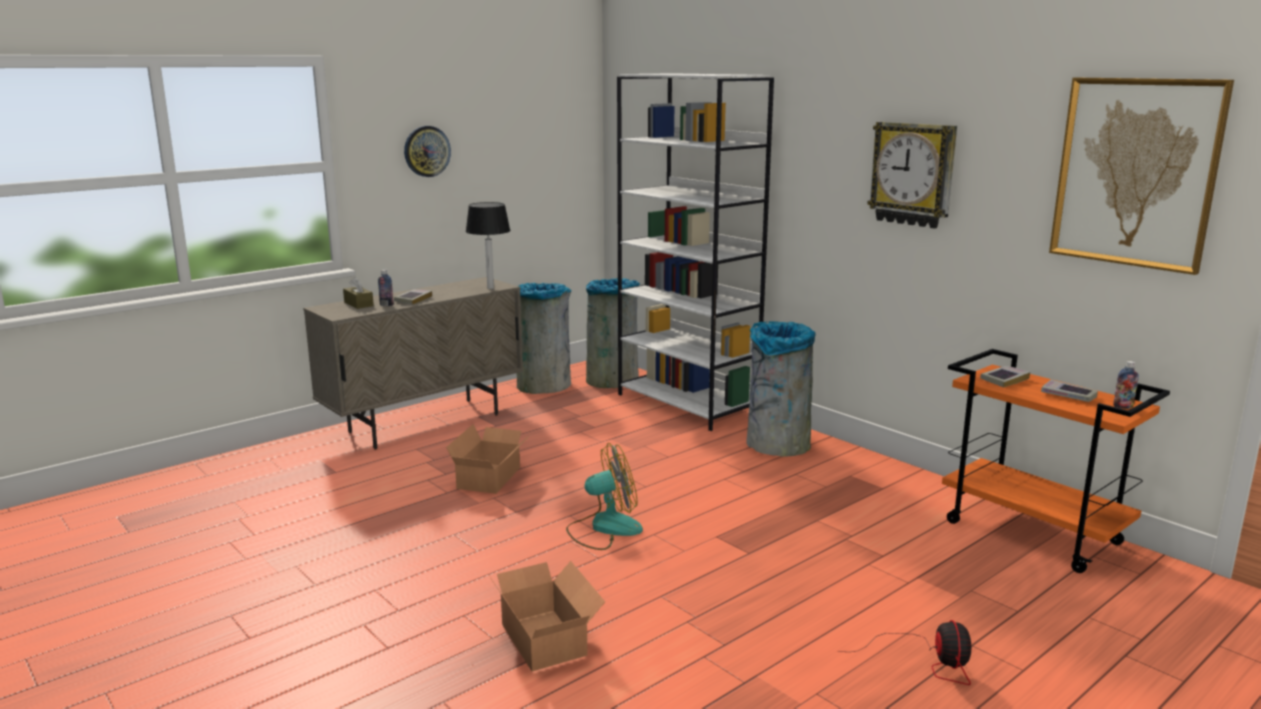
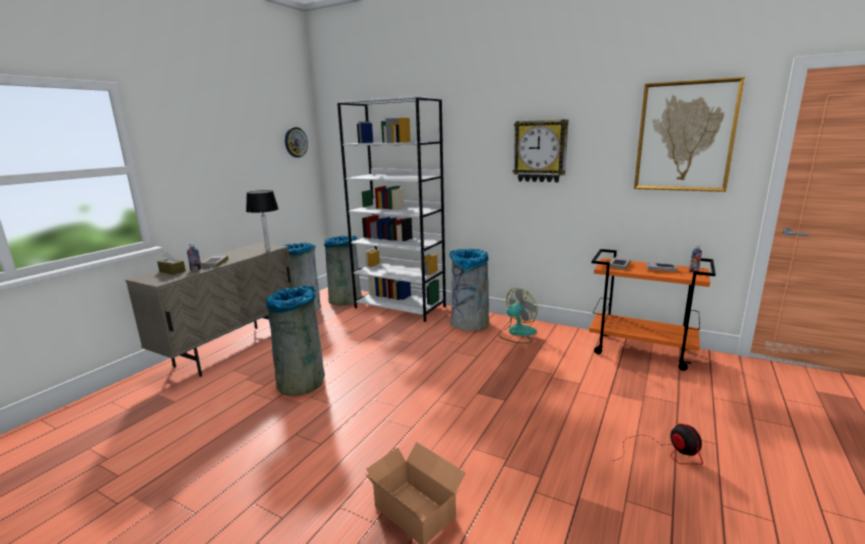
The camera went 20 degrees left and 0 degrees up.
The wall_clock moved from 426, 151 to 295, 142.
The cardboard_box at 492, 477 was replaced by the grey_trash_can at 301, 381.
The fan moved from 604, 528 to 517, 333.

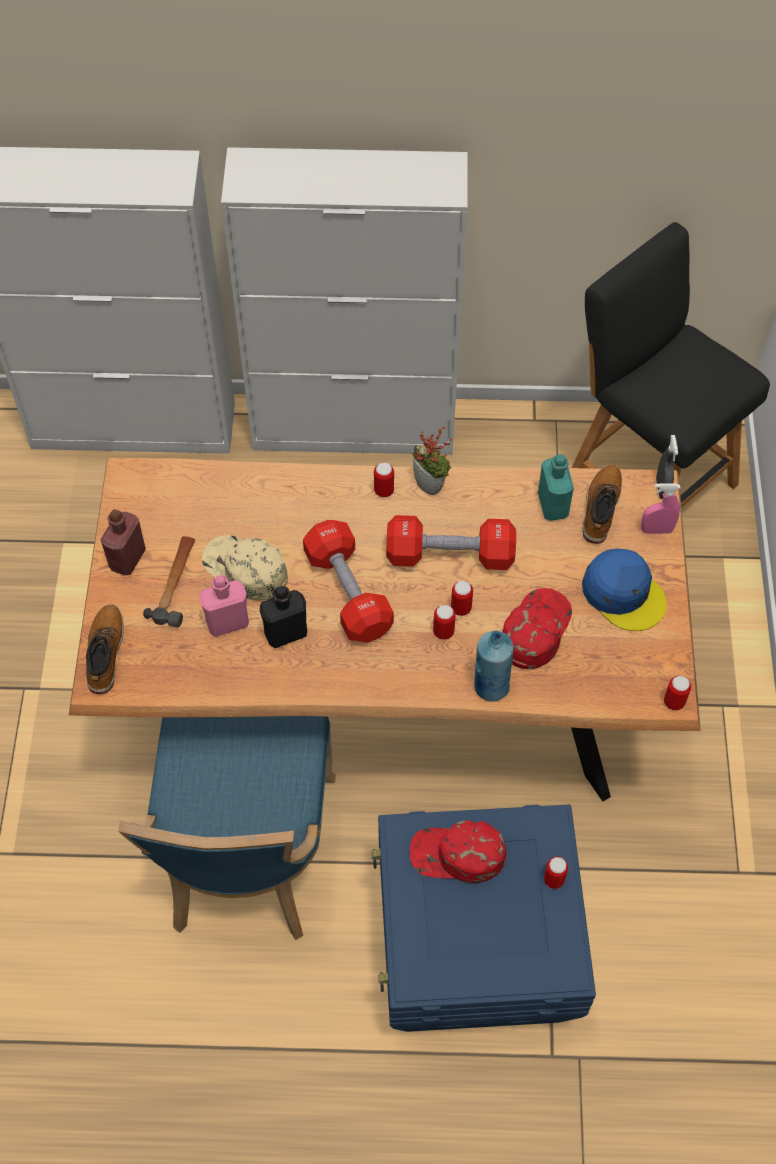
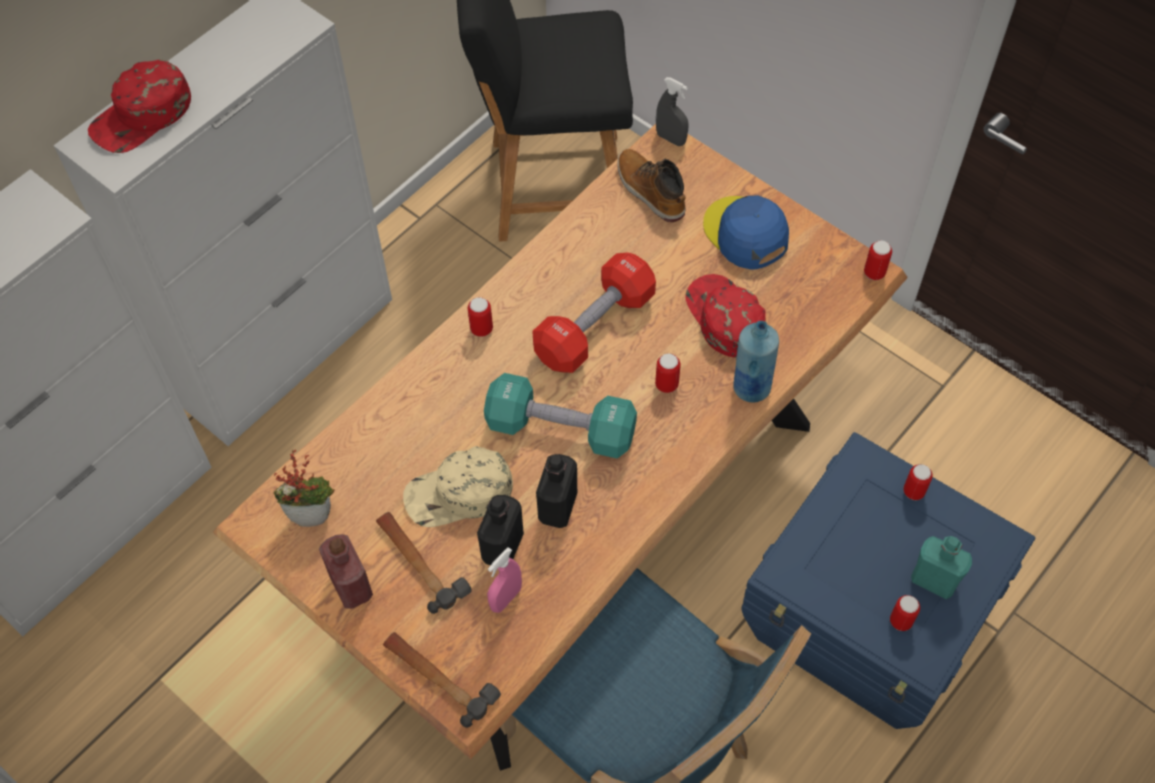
The camera went 50 degrees left and 0 degrees up.
The potted_plant moved from 431, 485 to 313, 514.
The turquoise_bottle moved from 552, 505 to 933, 580.
The pink_spray_bottle moved from 656, 530 to 506, 598.
The red_dumbbell at 348, 592 became the turquoise_dumbbell at 560, 428.
The blue_cap at 623, 593 turned 120 degrees counterclockwise.
The pink_bottle at 227, 623 became the black_bottle at 502, 547.
The can moved from 461, 608 to 900, 621.
The boot at 104, 653 was replaced by the hammer at 438, 676.
The red_cap moved from 457, 855 to 142, 116.

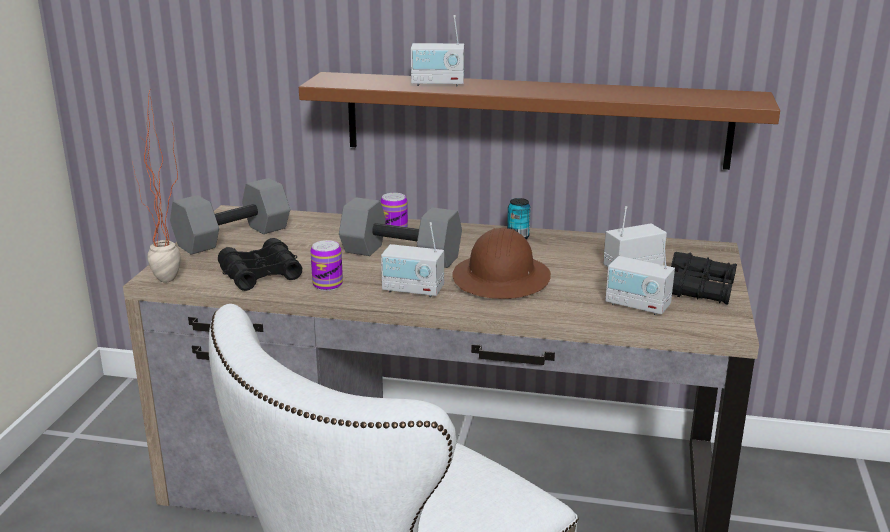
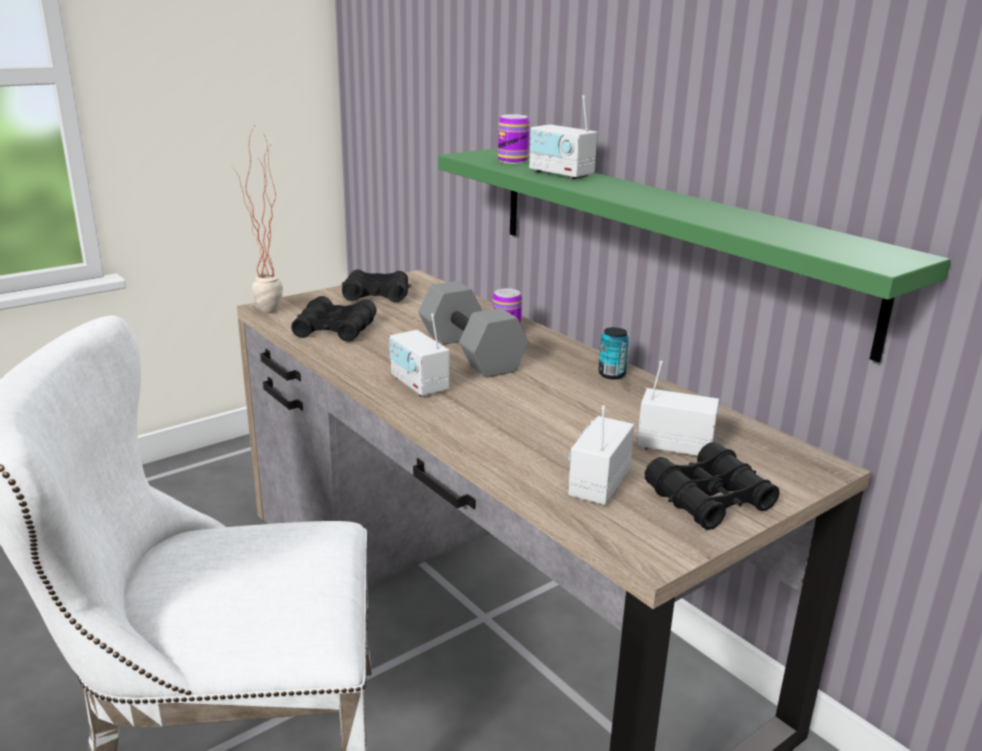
The camera went 40 degrees right and 0 degrees up.
The brown_shelf at 534, 119 became the green_shelf at 665, 239.
The grey_dumbbell at 233, 236 was replaced by the black_binoculars at 376, 295.
The brown_hard_hat at 501, 279 disappeared.
The radio at 637, 305 turned 45 degrees clockwise.
The can moved from 327, 285 to 512, 161.

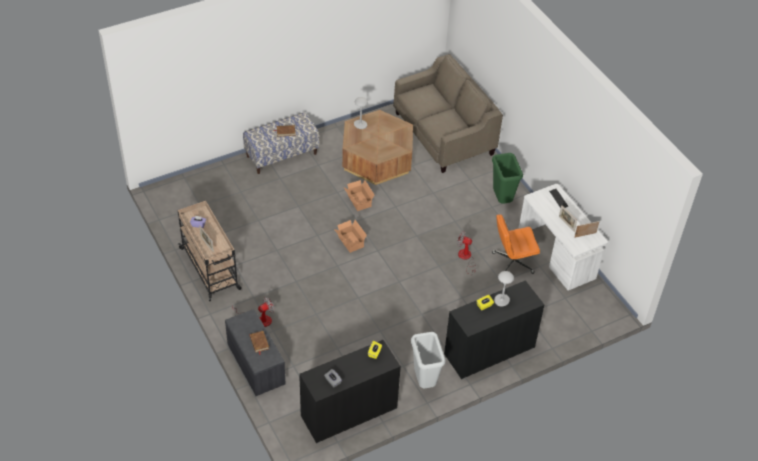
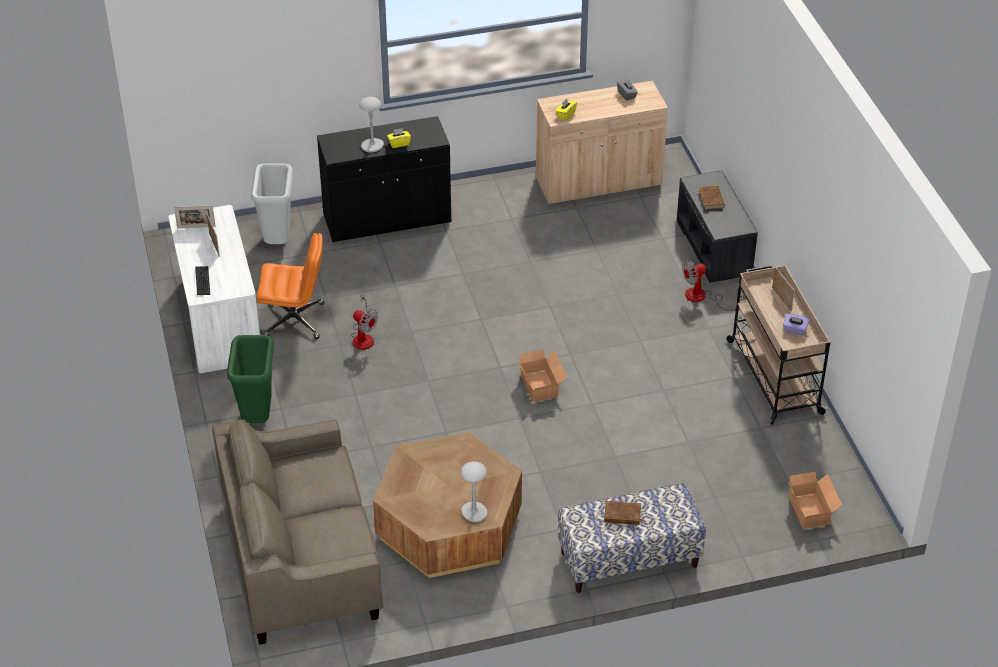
The camera went 165 degrees left and 5 degrees down.
The cardboard_box moved from 358, 202 to 810, 510.
The grey_trash_can moved from 425, 382 to 277, 241.
The black_cabinet at 348, 412 became the beige_cabinet at 598, 182.

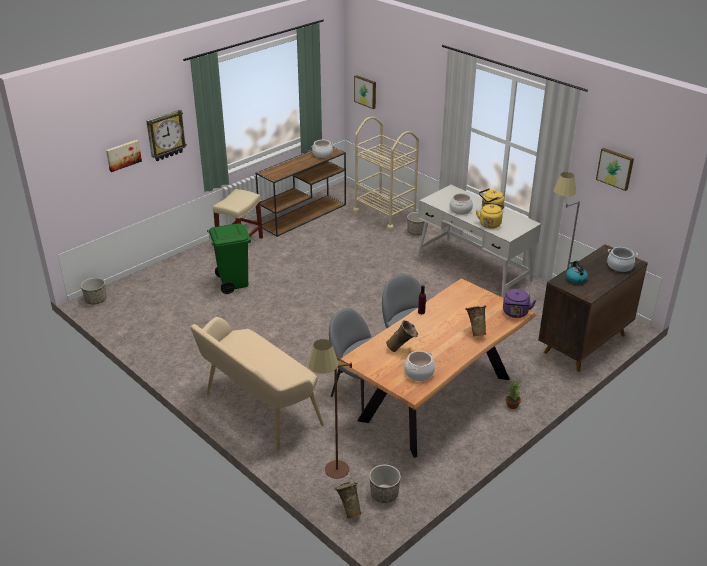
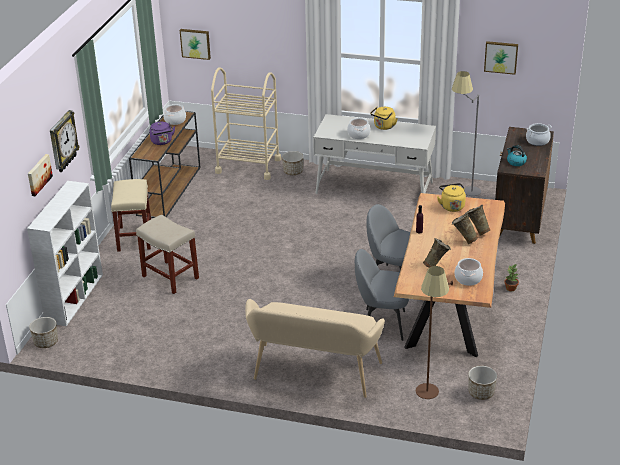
The camera went 30 degrees left and 0 degrees up.
The yellow_kettle moved from 490, 223 to 451, 206.
The green_trash_can at 233, 283 was replaced by the beige_stool at 169, 277.
The purple_kettle moved from 515, 313 to 162, 142.
The beige_vase moved from 349, 510 to 463, 240.
The white_bookcase at 75, 297 appeared.

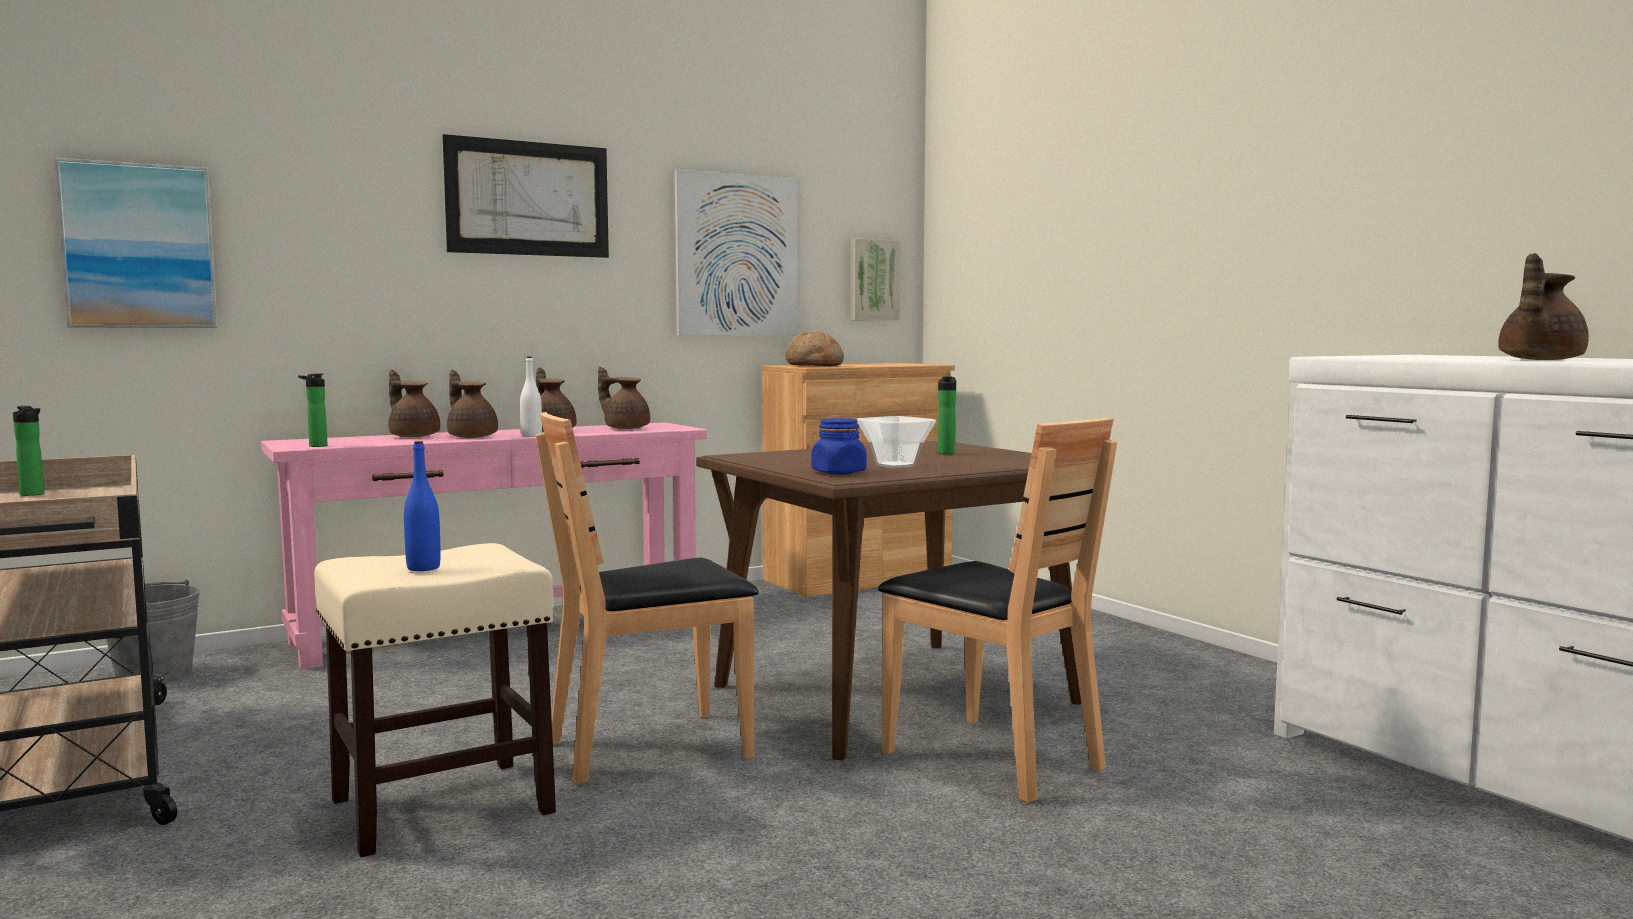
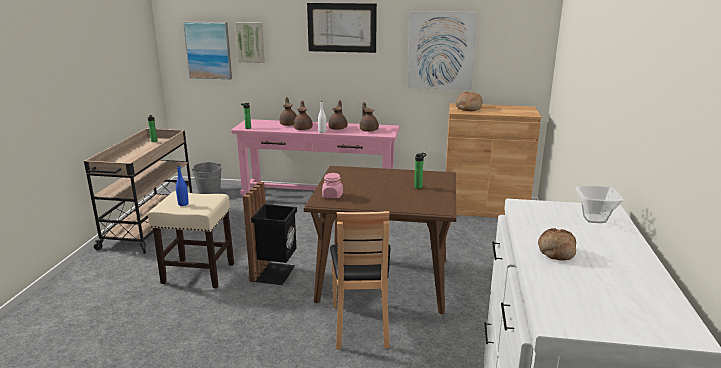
The camera went 40 degrees right and 15 degrees up.
The picture moved from 873, 280 to 250, 42.
The brown_teapot at 1538, 360 was replaced by the bread at 555, 251.
The brown_chair at 651, 748 was replaced by the black_trash_can at 275, 273.
The bowl moved from 896, 465 to 595, 218.
The blue_jar at 839, 472 became the pink_jar at 332, 195.

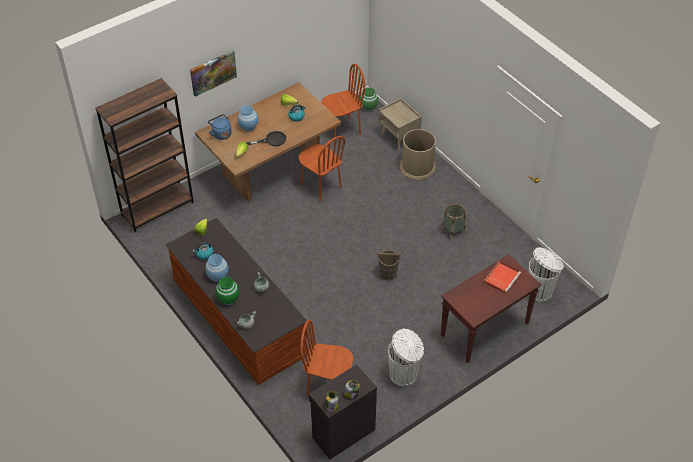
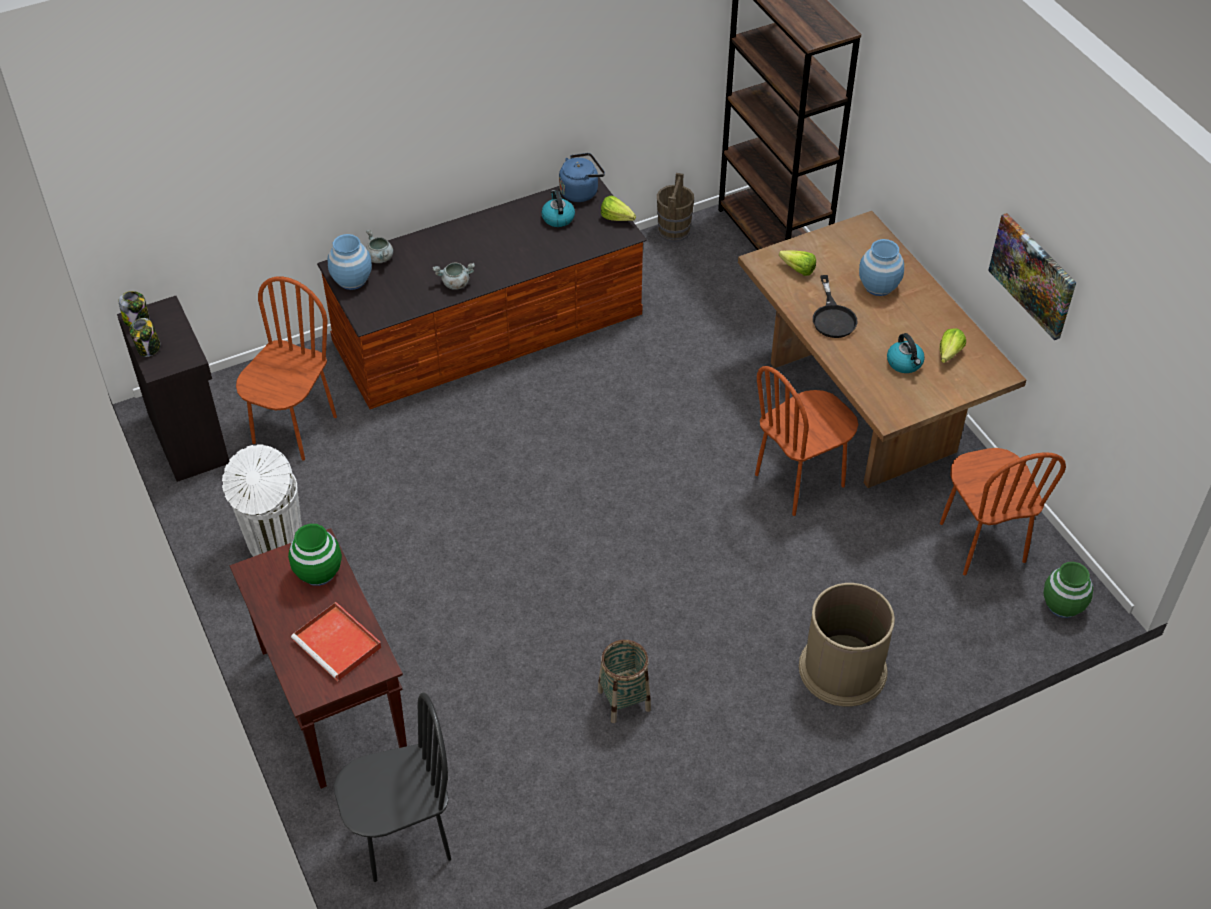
The camera went 100 degrees right and 0 degrees up.
The picture moved from 213, 72 to 1033, 275.
The beige_nightstand at 399, 138 disappeared.
The blue_kettle moved from 221, 134 to 581, 191.
The white_trash_can at 540, 290 was replaced by the black_chair at 403, 838.
The brown_bucket moved from 388, 273 to 674, 231.
The blue_vase moved from 217, 276 to 352, 280.
The green_vase moved from 228, 298 to 318, 572.

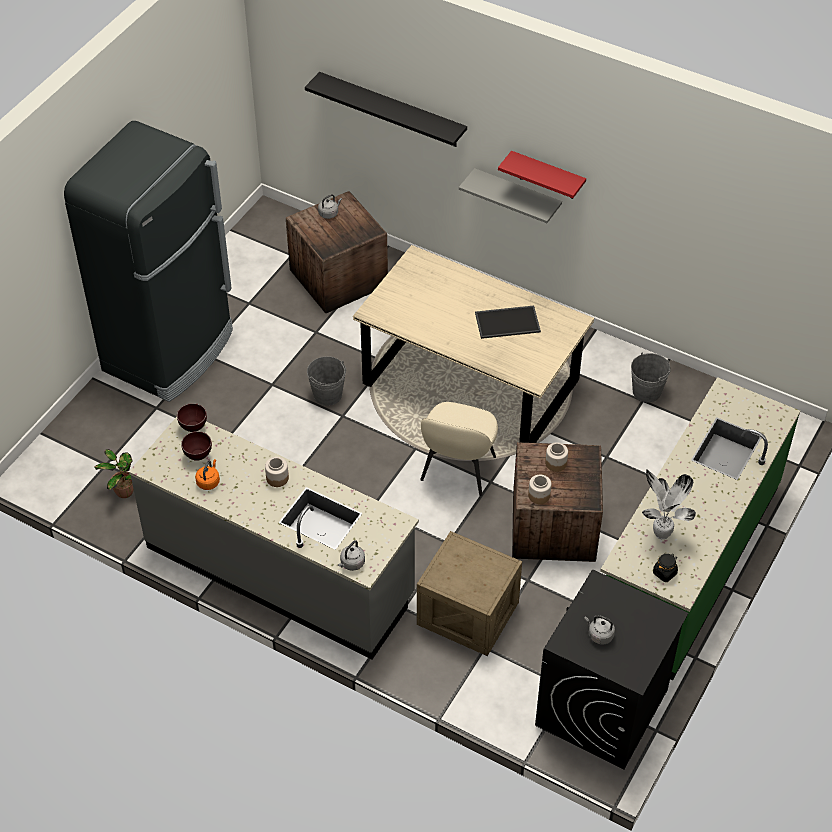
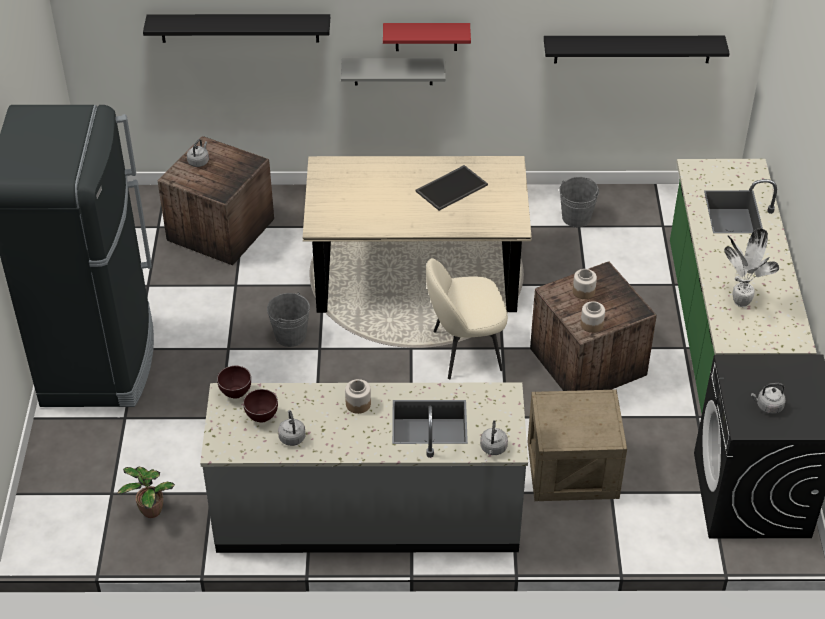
The camera went 30 degrees left and 5 degrees down.
The beige_chair at 457, 470 turned 90 degrees clockwise.
The orange_kettle at 208, 481 became the grey_kettle at 292, 436.
The black_jar at 664, 573 disappeared.
The black_shelf at 632, 49 appeared.

